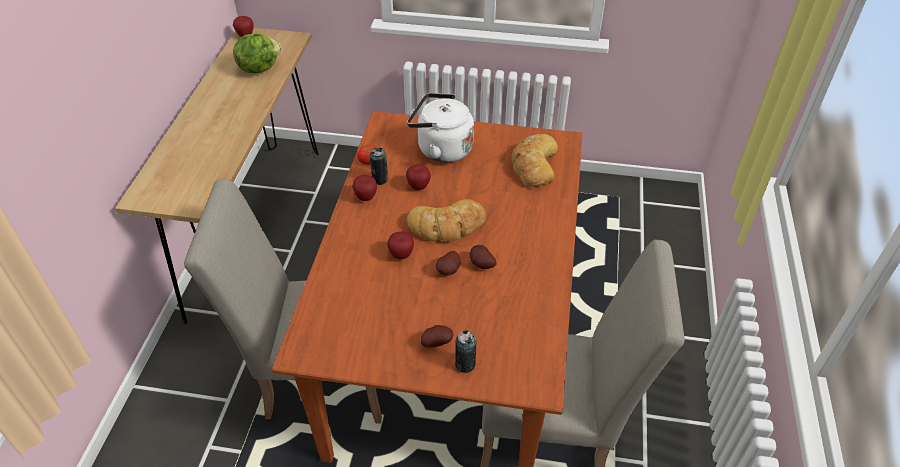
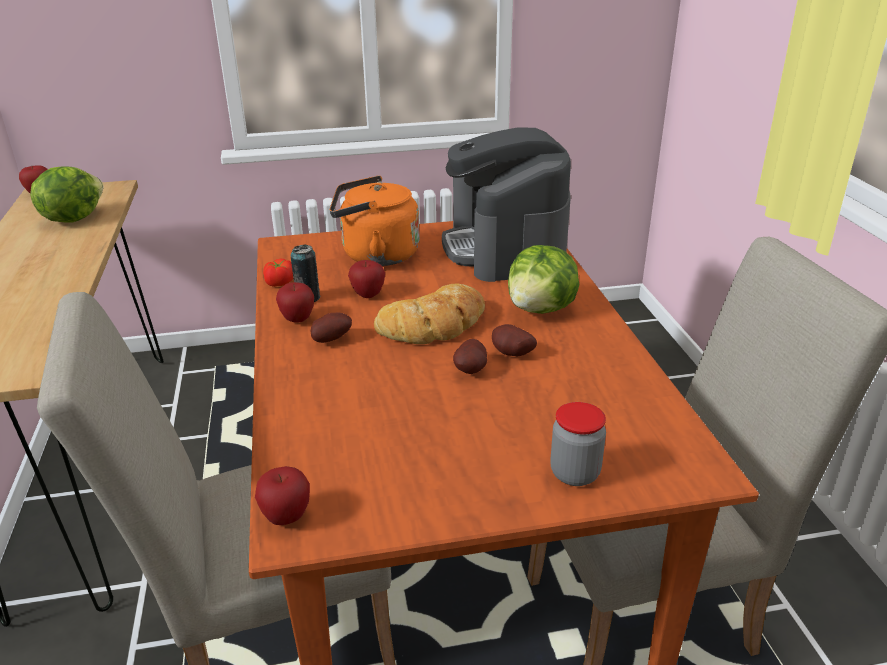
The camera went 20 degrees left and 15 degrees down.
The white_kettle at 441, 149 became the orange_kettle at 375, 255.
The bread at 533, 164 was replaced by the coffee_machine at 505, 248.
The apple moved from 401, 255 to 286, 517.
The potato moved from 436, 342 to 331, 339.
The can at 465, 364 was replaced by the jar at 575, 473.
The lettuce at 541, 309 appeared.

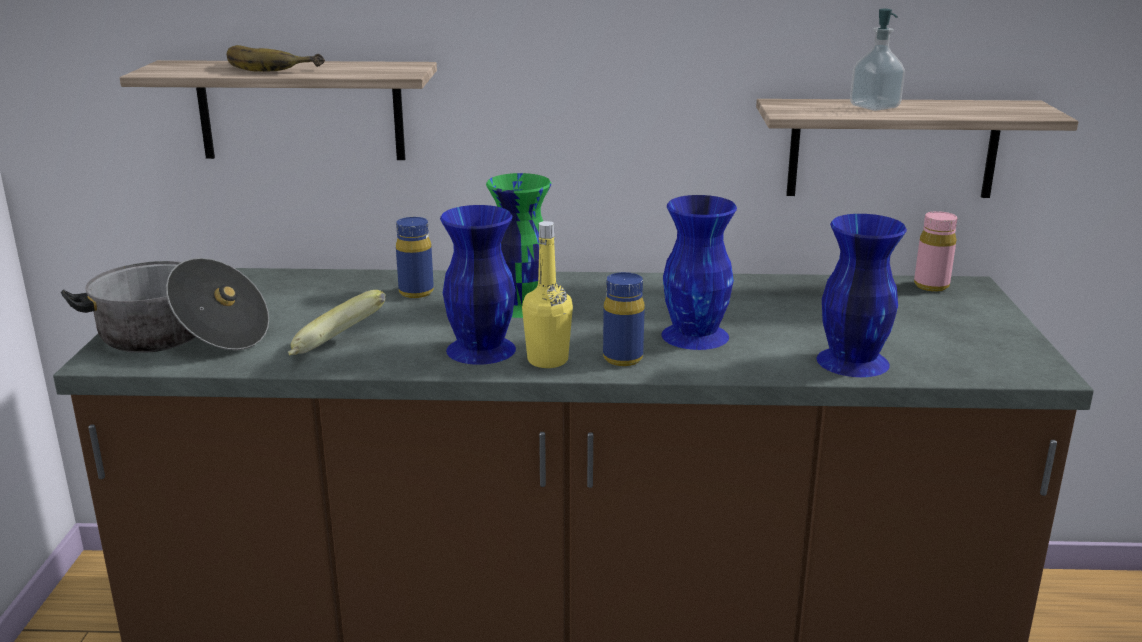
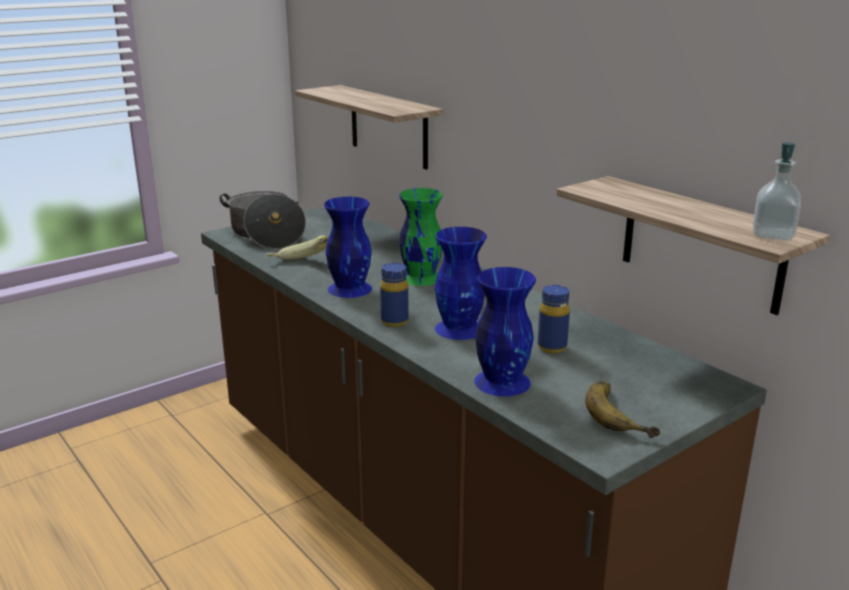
The camera went 50 degrees right and 0 degrees up.
The soap_dispenser moved from 874, 107 to 772, 235.
The banana moved from 273, 66 to 623, 414.
The pink_bottle at 931, 286 disappeared.
The blue_bottle moved from 416, 292 to 552, 347.
The yellow_bottle at 547, 360 disappeared.

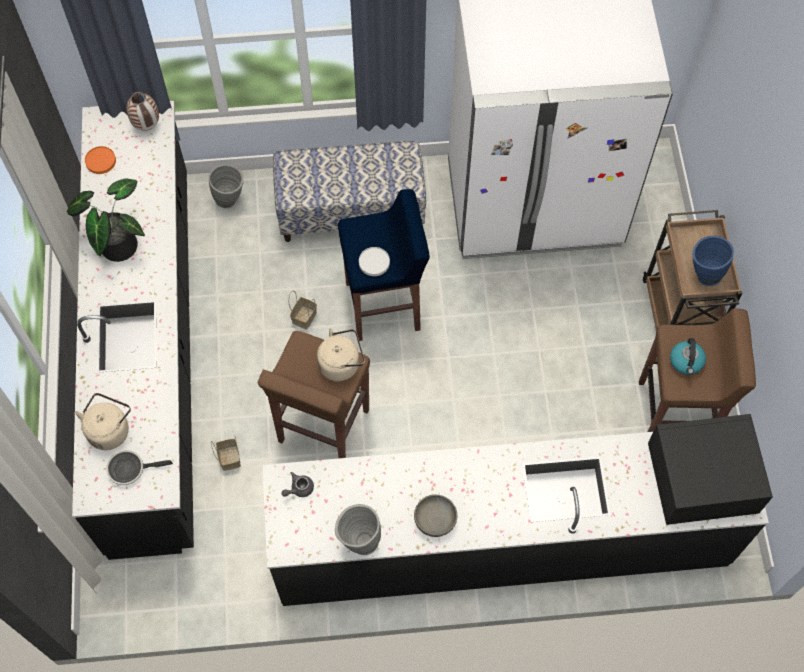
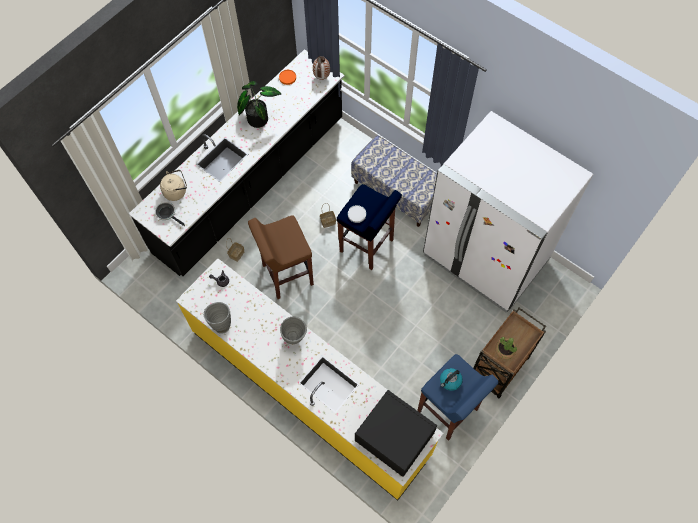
The camera went 45 degrees right and 0 degrees up.
The grey_vase moved from 231, 200 to 295, 339.
The blue_vase at 703, 275 was replaced by the potted_plant at 505, 350.
The brown_stool at 675, 414 became the blue_stool at 448, 411.
The beige_kettle at 341, 364 disappeared.
The black_counter at 501, 540 became the yellow_counter at 309, 392.
The grey_bowl at 435, 520 disappeared.

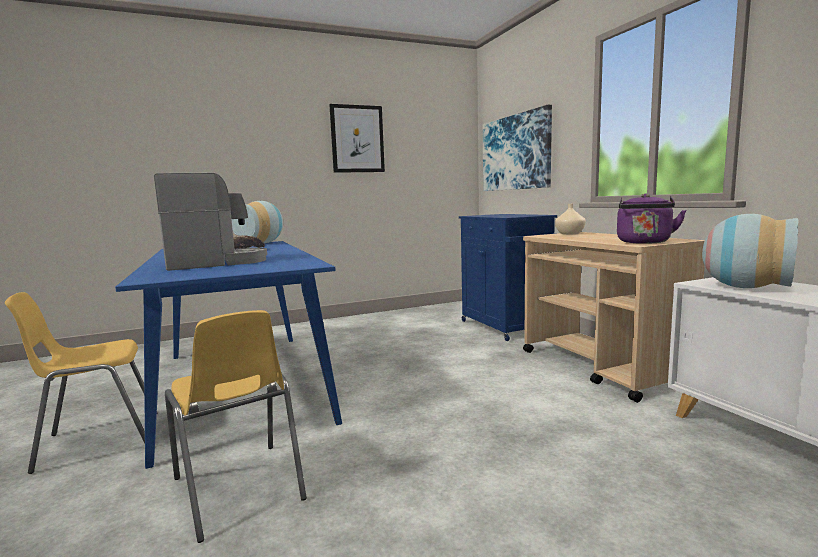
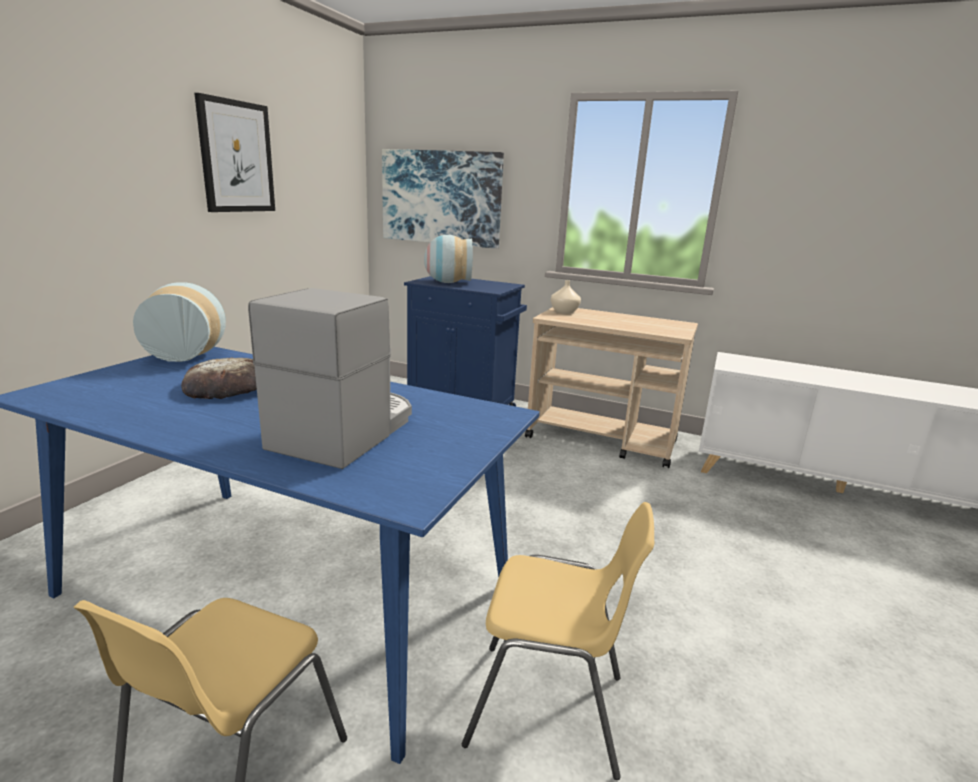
The camera went 45 degrees left and 10 degrees up.
The purple_kettle at 644, 242 disappeared.
The vase moved from 744, 287 to 448, 282.

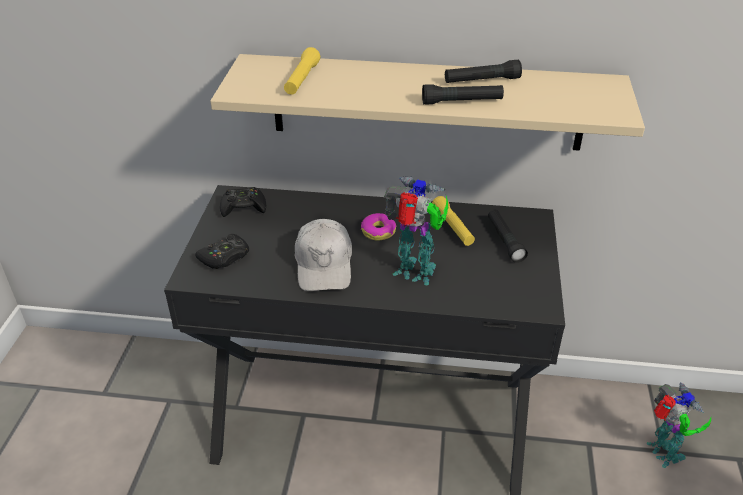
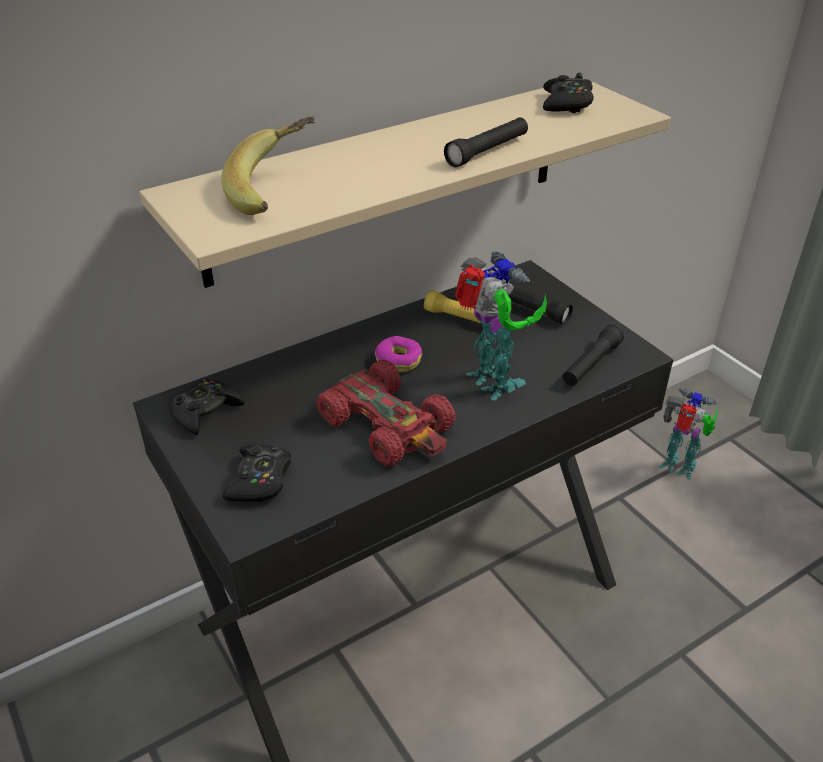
The camera went 40 degrees left and 0 degrees up.
The yellow_flashlight at 302, 79 was replaced by the banana at 276, 191.
The black_flashlight moved from 481, 81 to 591, 364.
The toy_robot at 415, 274 turned 75 degrees clockwise.
The white_cap at 324, 265 was replaced by the red_toy_car at 388, 425.
The black_game_controller at 566, 103 appeared.

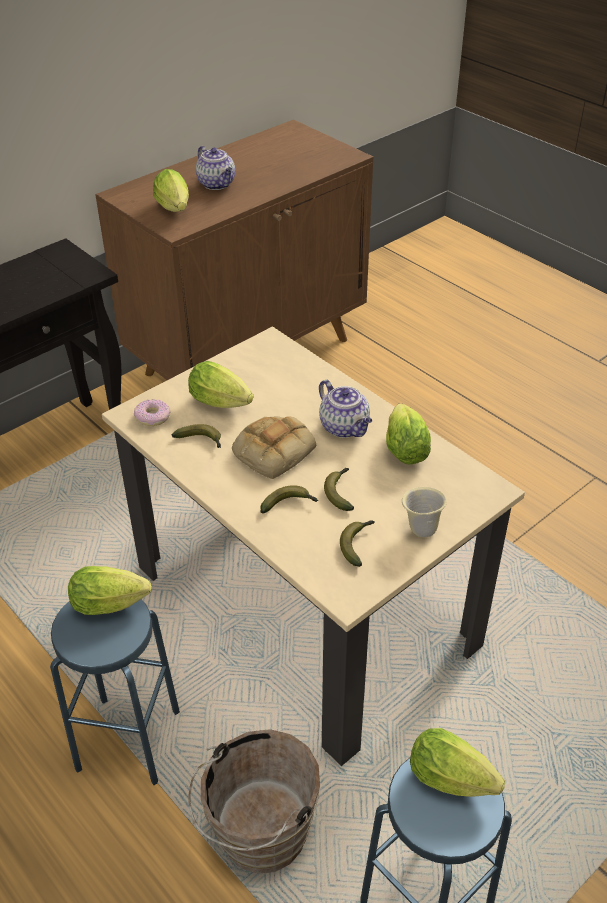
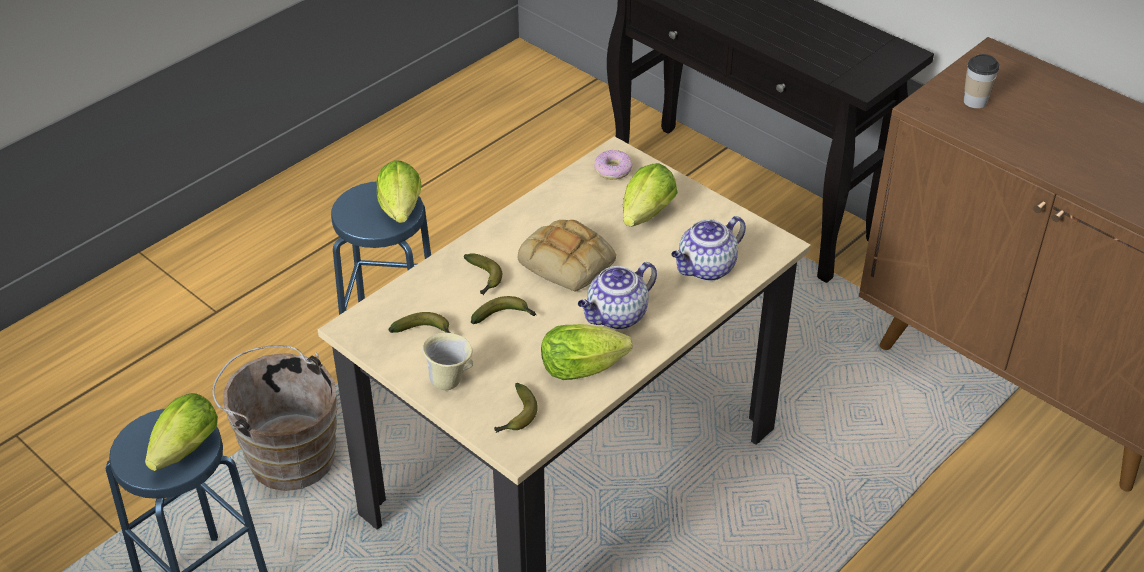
The camera went 85 degrees right and 0 degrees up.
The teapot moved from 217, 184 to 706, 269.
The lettuce at 175, 210 was replaced by the cup at 975, 101.
The banana moved from 201, 441 to 516, 416.

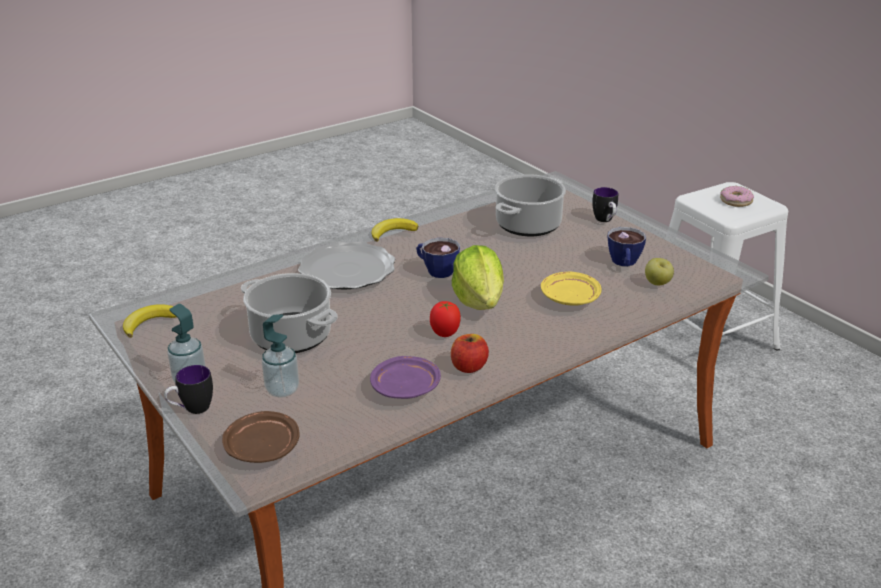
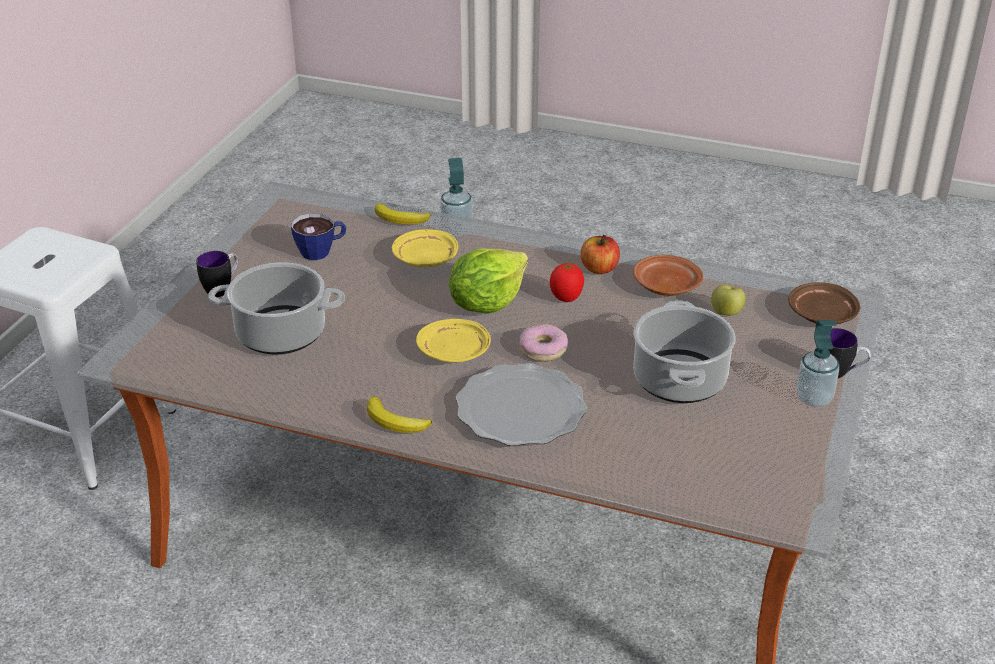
The camera went 125 degrees left and 5 degrees up.
The donut moved from 736, 201 to 542, 349.
The cup at 436, 270 was replaced by the yellow_plate at 455, 352.
The apple moved from 657, 283 to 726, 313.
The banana moved from 149, 323 to 401, 219.
The soap_dispenser moved from 282, 390 to 456, 231.
The purple_plate at 406, 387 became the brown_plate at 665, 285.

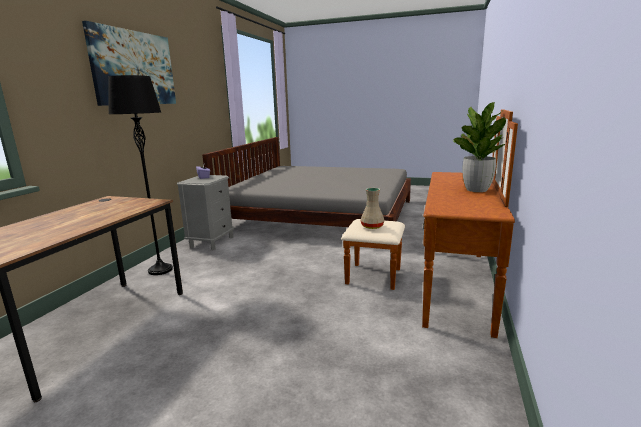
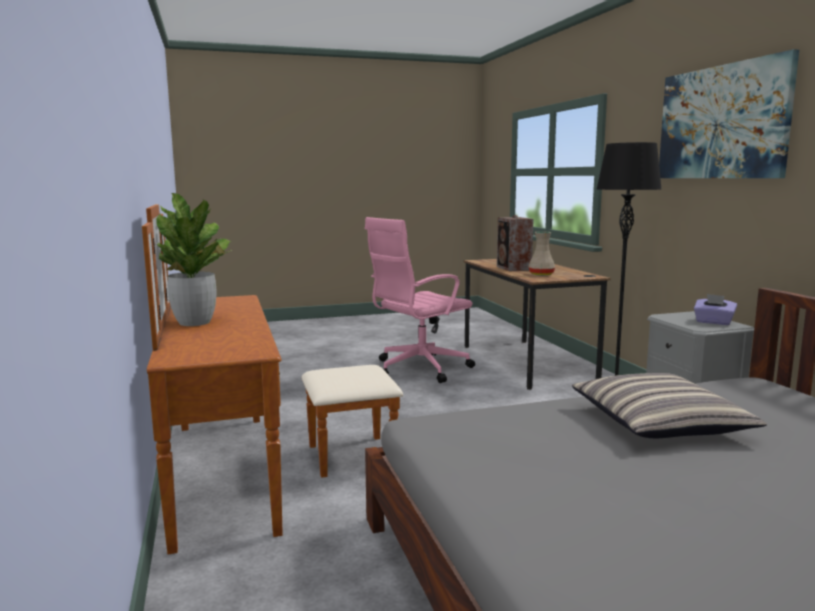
The camera went 145 degrees right and 5 degrees down.
The beige_vase moved from 372, 226 to 540, 274.
The speaker at 513, 268 appeared.
The pink_office_chair at 418, 369 appeared.
The pillow at 659, 423 appeared.

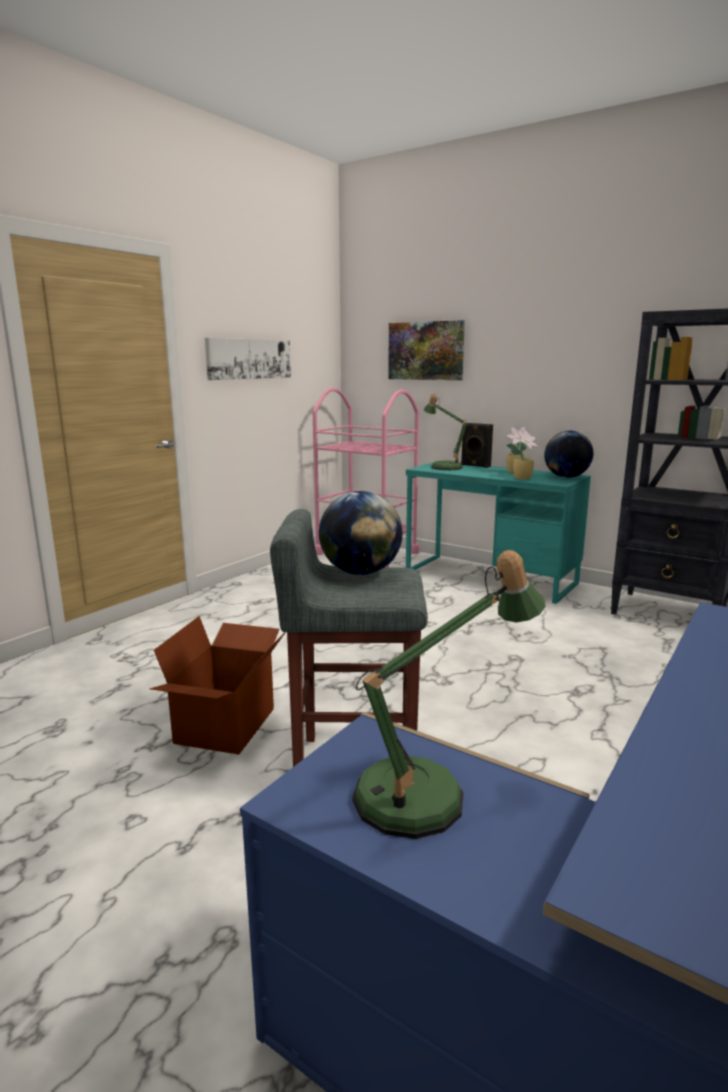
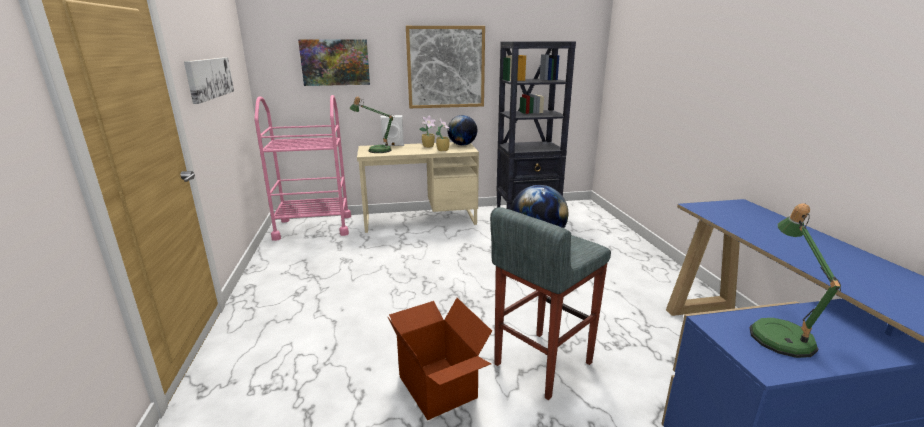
The camera went 45 degrees left and 5 degrees up.
The black_speaker at 475, 466 became the white_speaker at 393, 146.
The turquoise_desk at 490, 577 became the beige_desk at 420, 220.
The picture at 446, 67 appeared.

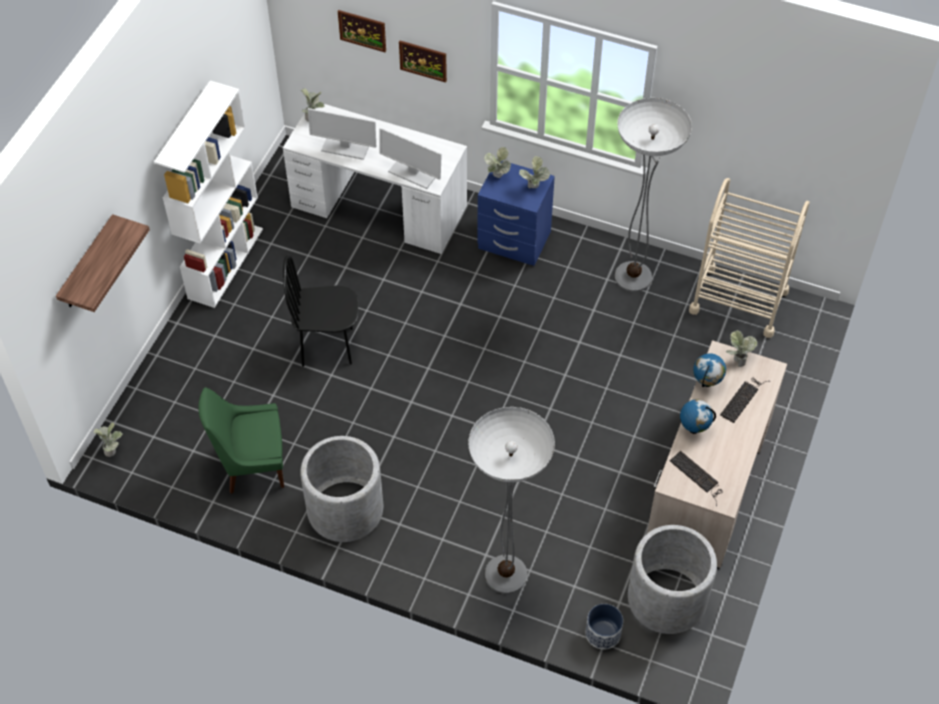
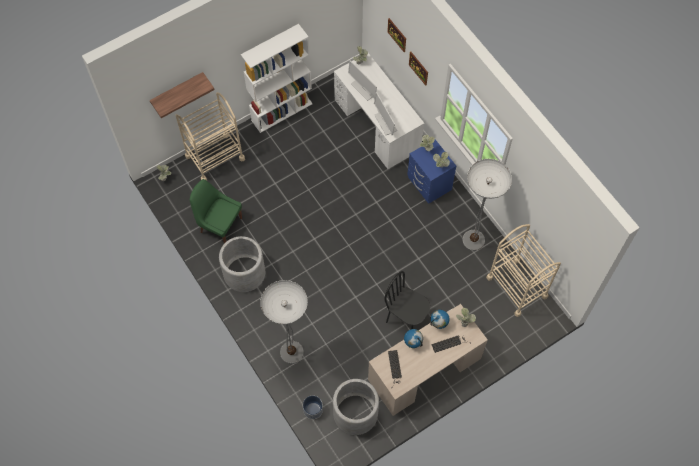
The camera went 35 degrees right and 10 degrees up.
The black_chair moved from 327, 346 to 406, 318.
The beige_cart at 215, 157 appeared.

